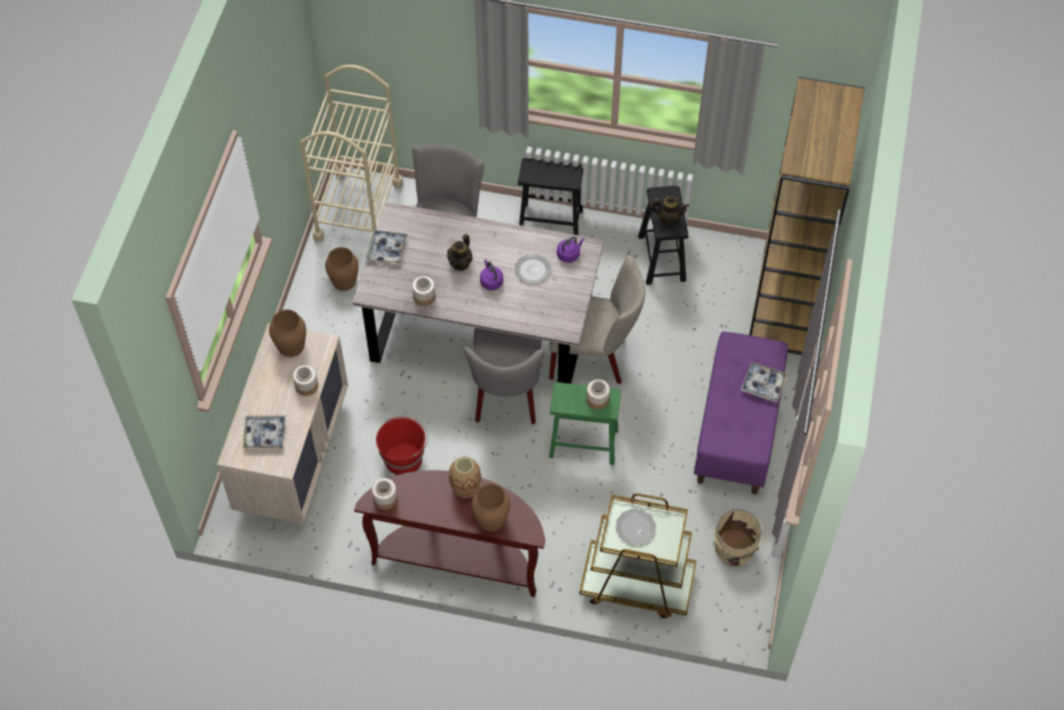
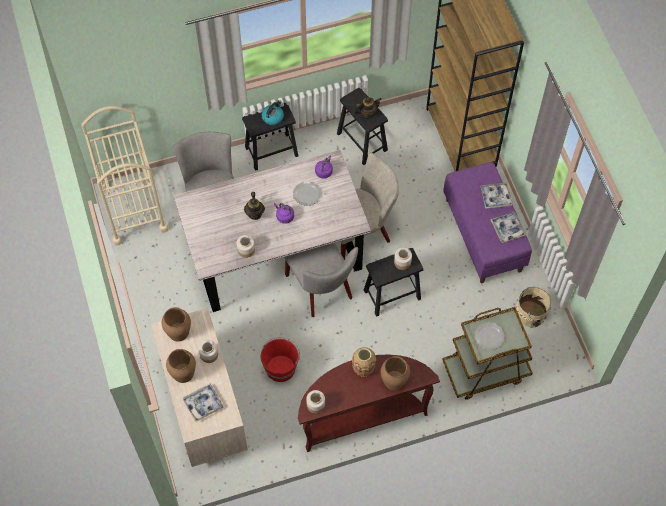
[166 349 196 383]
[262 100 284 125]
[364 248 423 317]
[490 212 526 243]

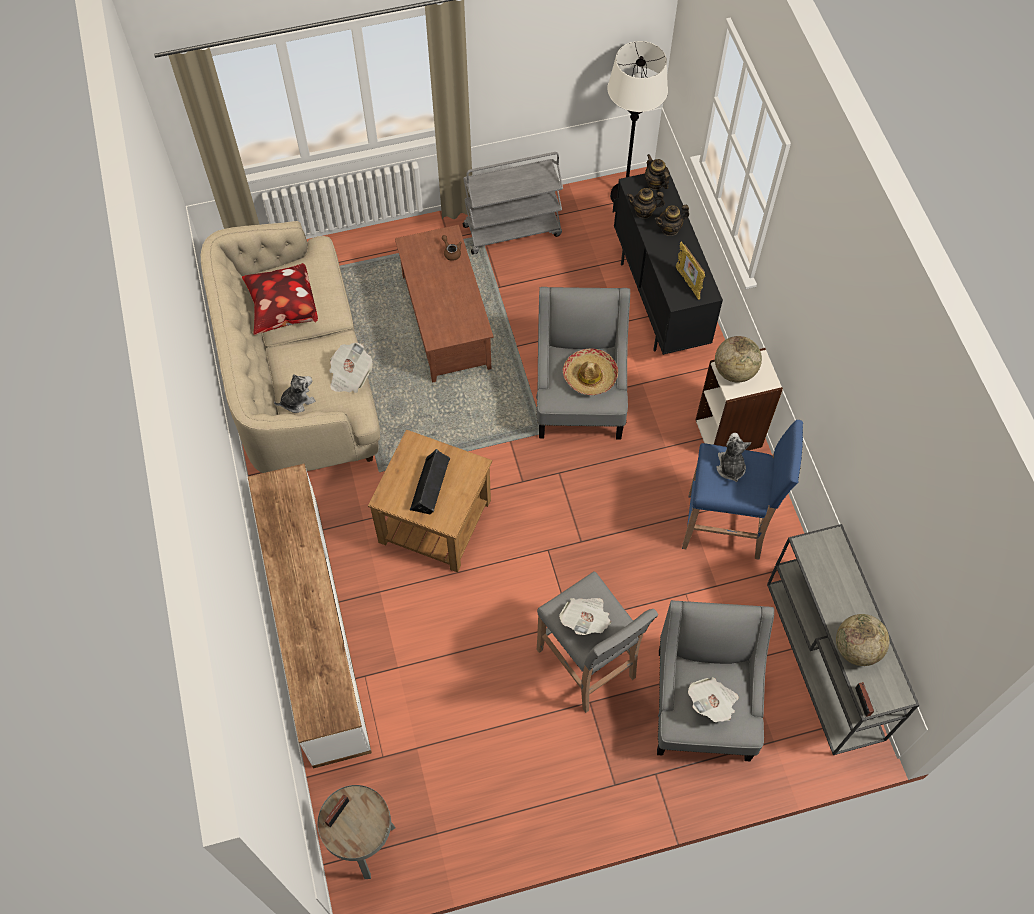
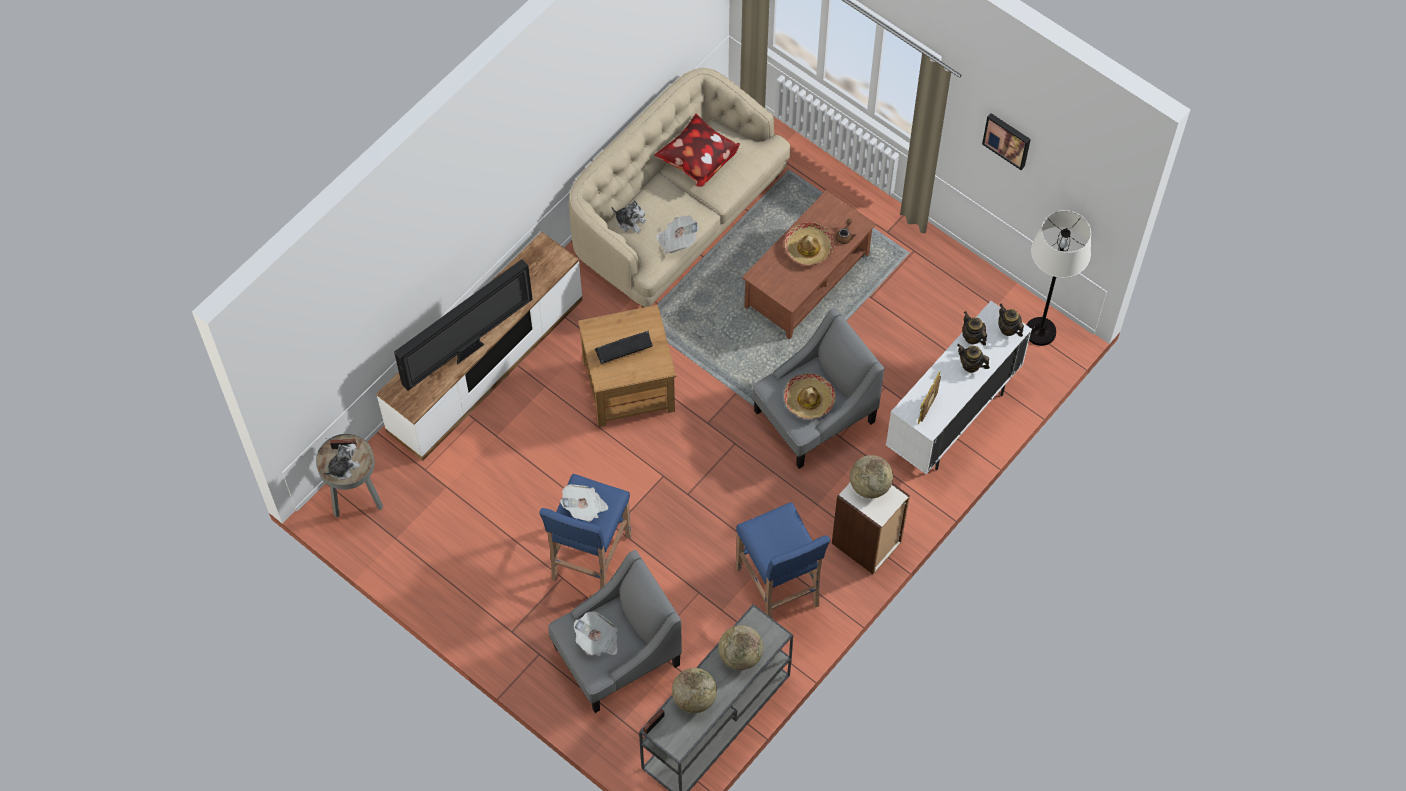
[324 444 361 479]
[394 259 533 391]
[539 474 631 589]
[719 625 763 670]
[785 222 835 265]
[886 301 1032 474]
[982 113 1031 170]
[998 303 1024 337]
[463 152 563 254] (first image)

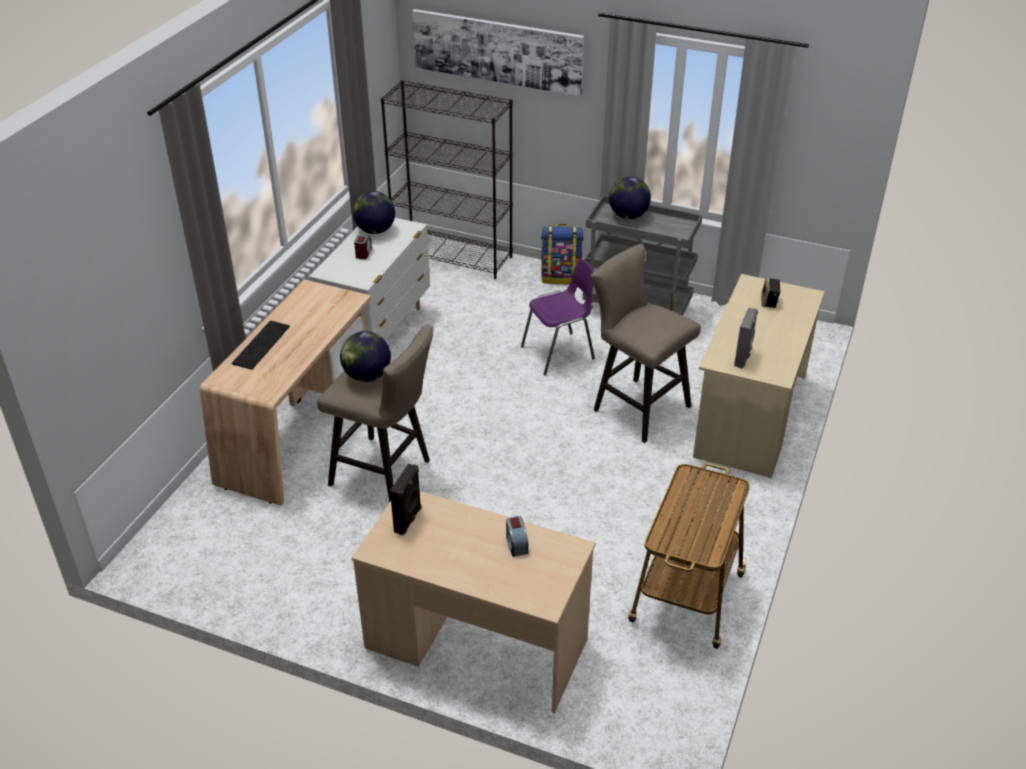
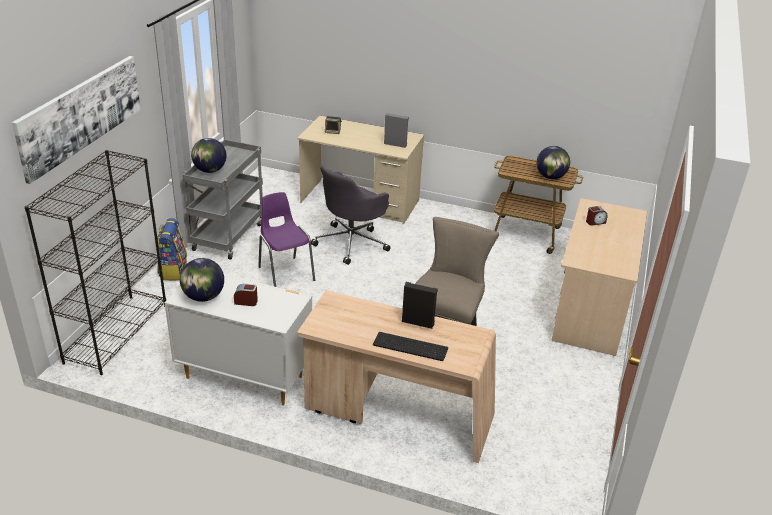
[311 166 391 265]
[402 282 438 329]
[536 146 570 179]

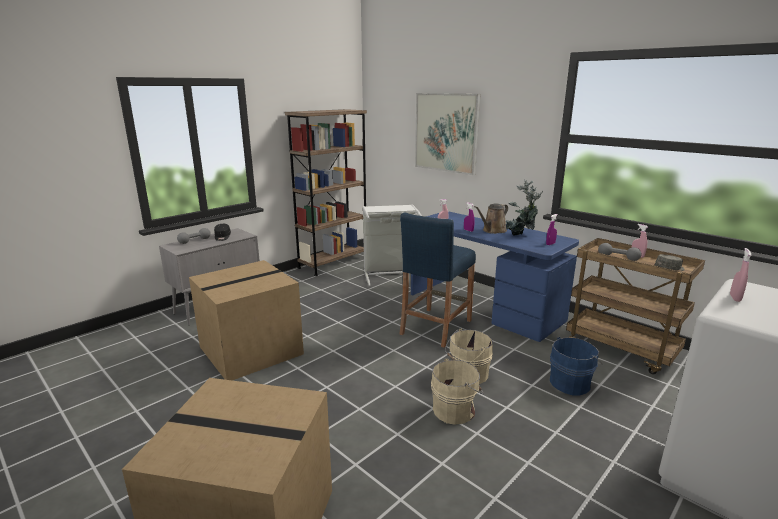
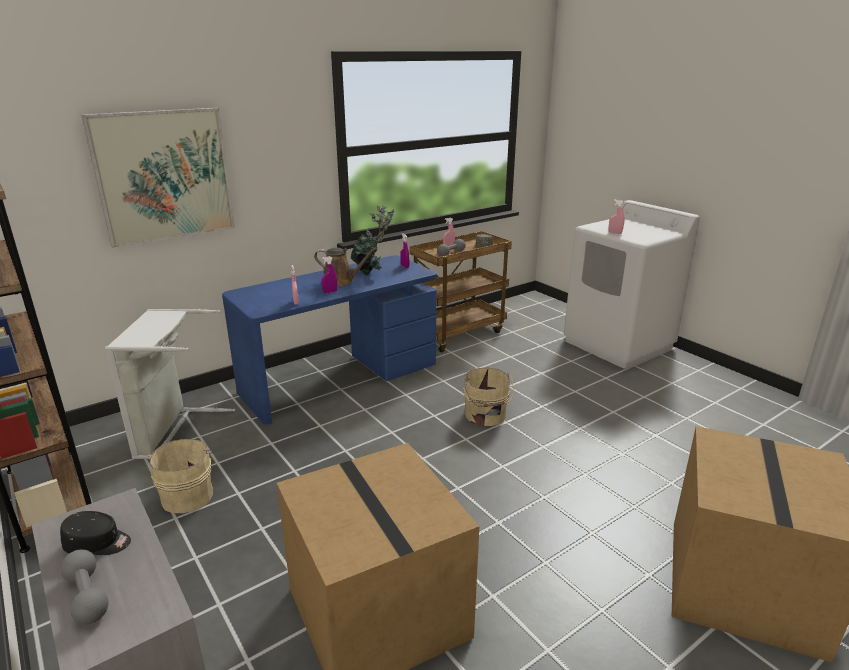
[148 439 213 513]
[314 247 378 286]
[399 213 476 348] (first image)
[550 337 603 395] (first image)

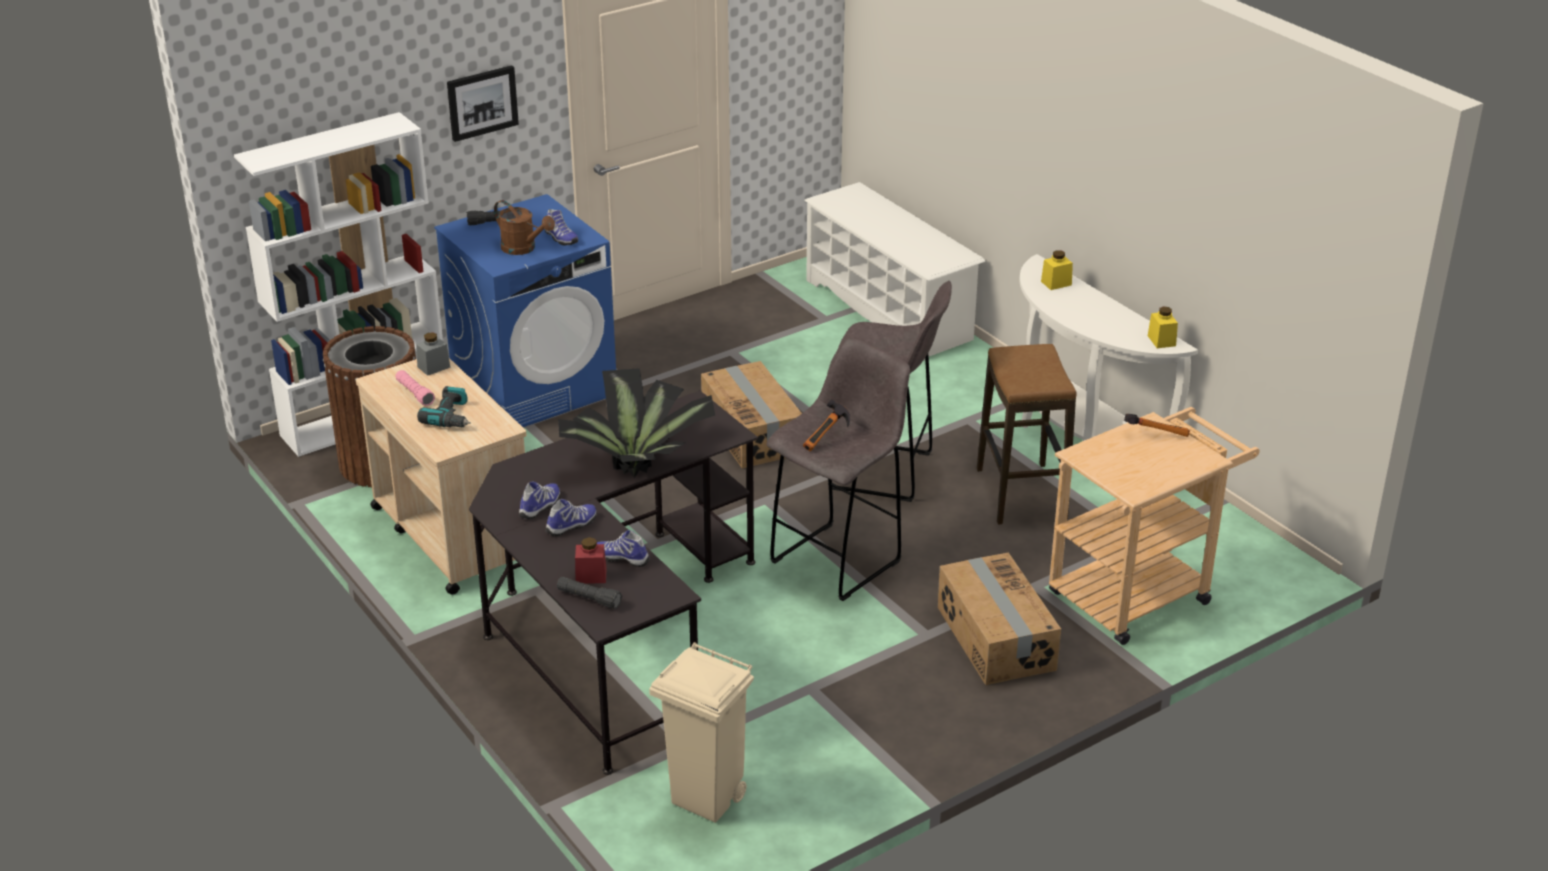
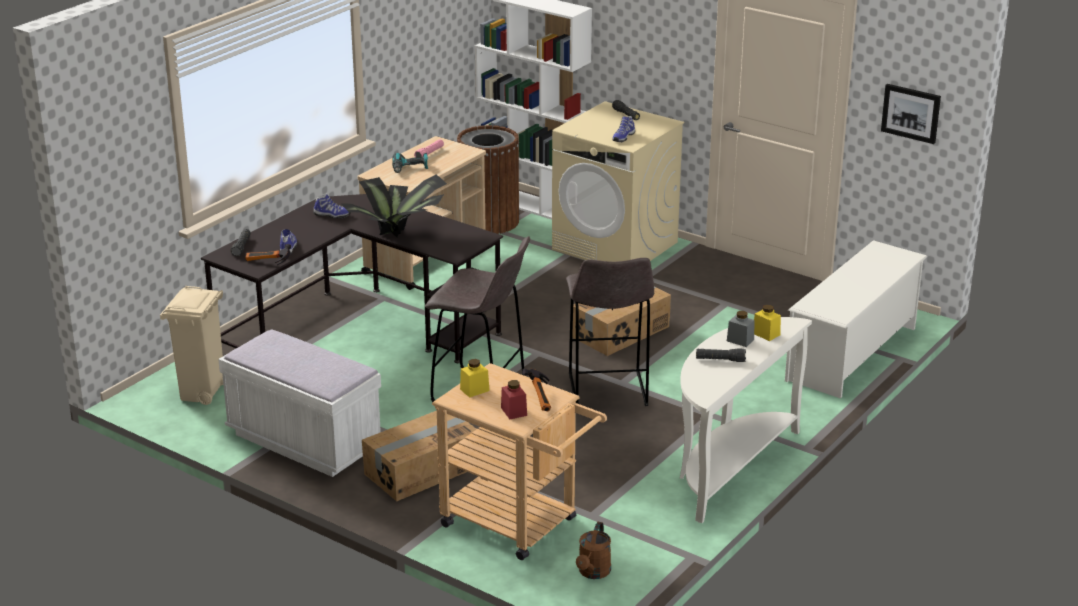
[218 330 381 477]
[245 244 291 265]
[460 359 490 398]
[501 380 527 419]
[552 101 684 262]
[576 522 611 579]
[696 348 746 362]
[727 311 754 347]
[881 84 941 144]
[545 499 597 536] (first image)
[977 344 1077 524] (first image)

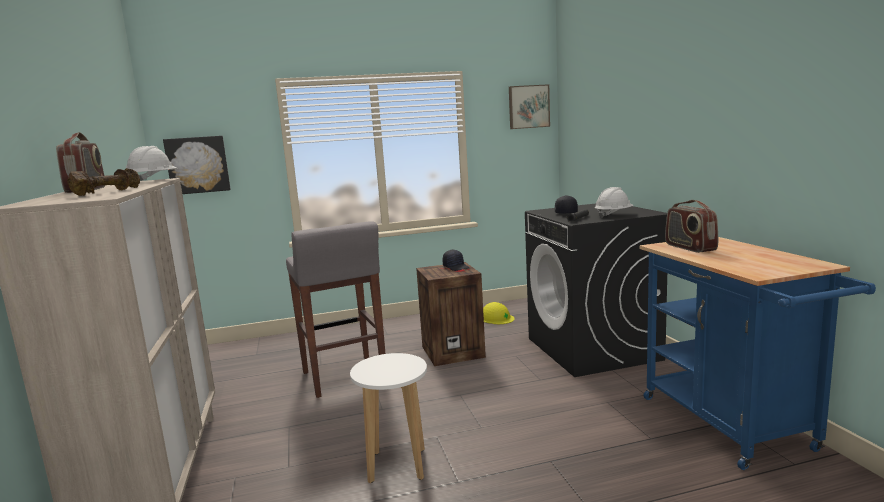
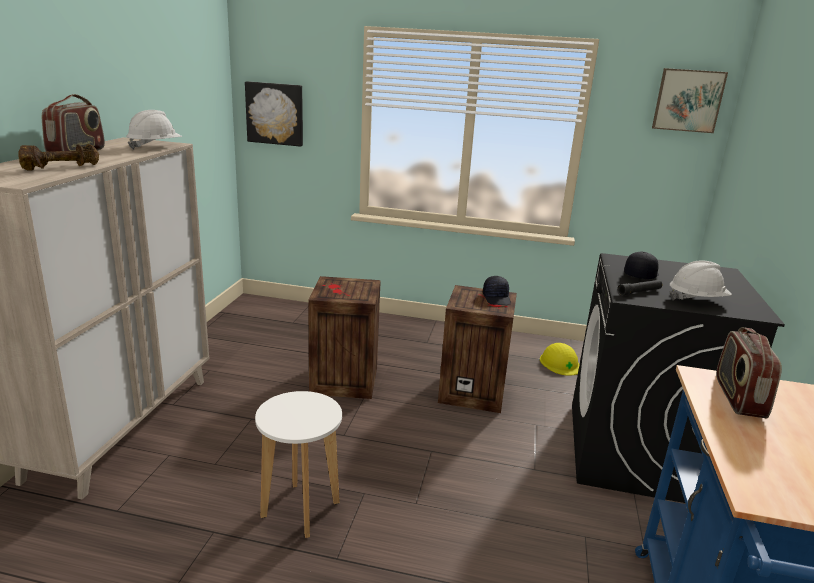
[308 276 381 399]

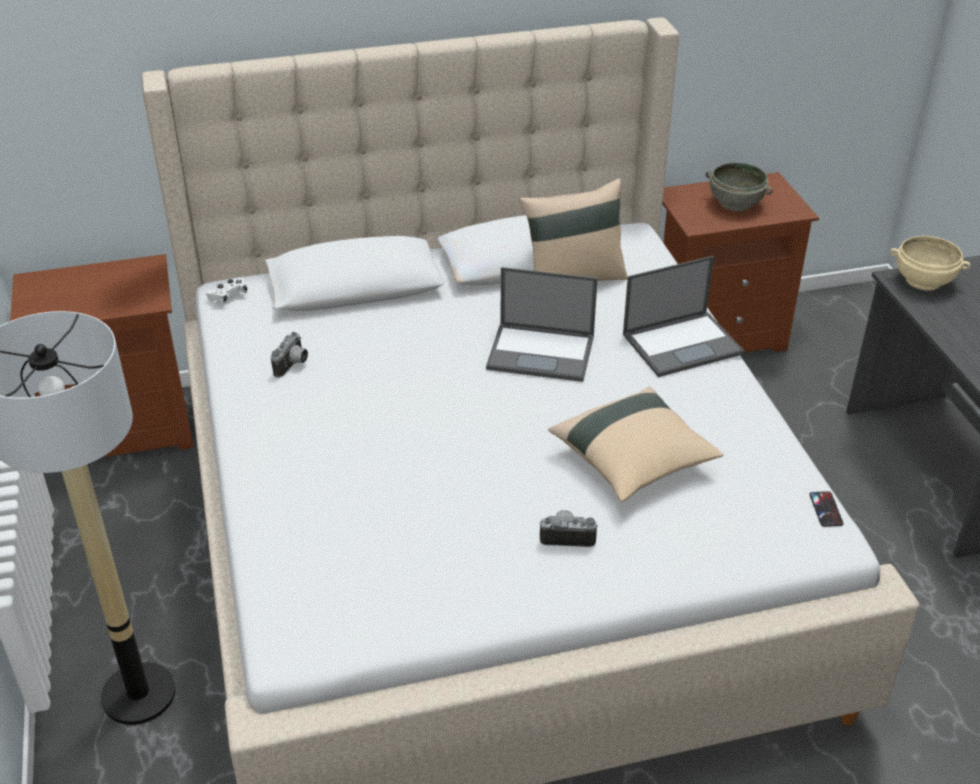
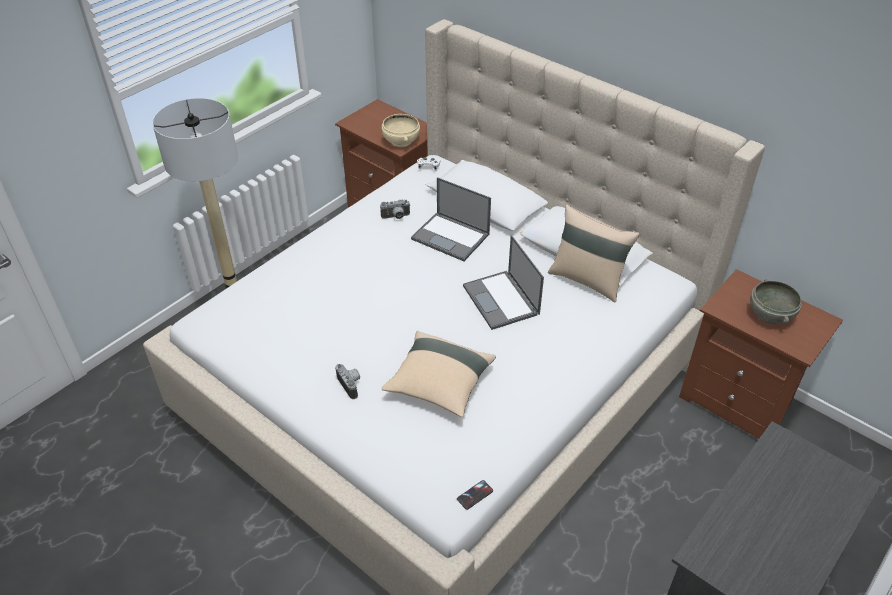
[382 114 420 147]
[411 177 491 261]

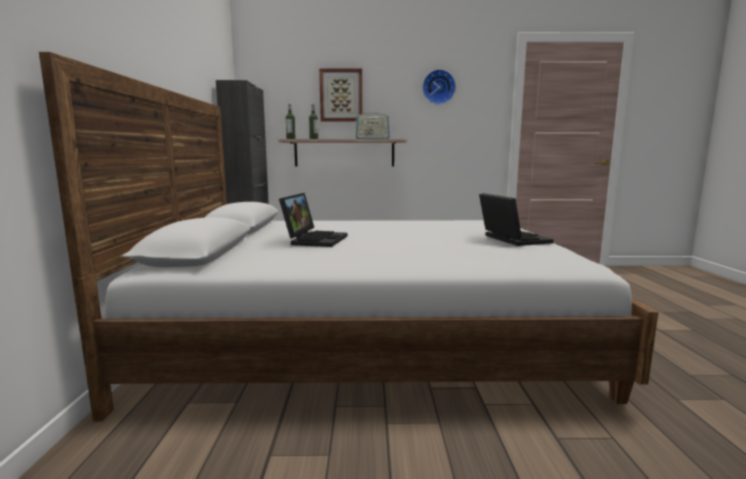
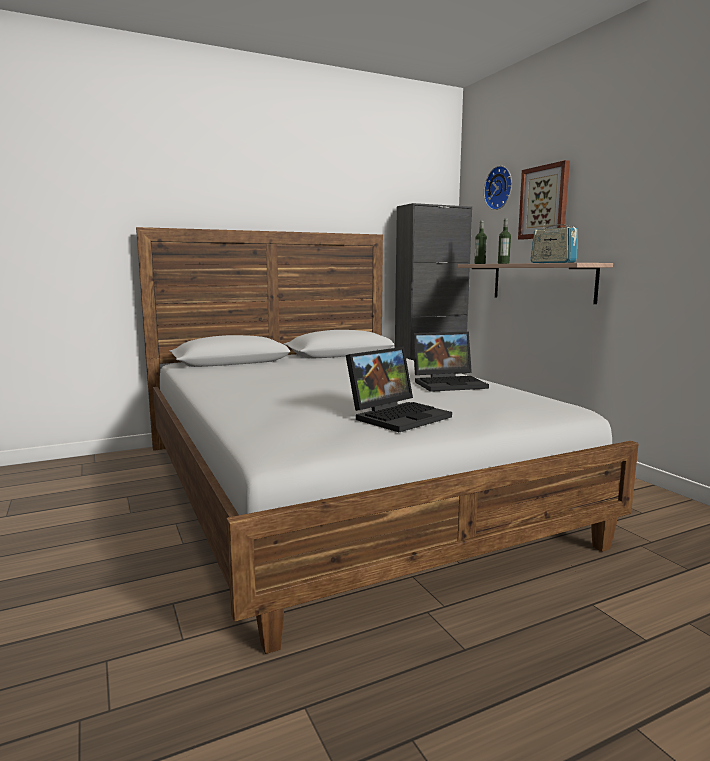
[412 332 489 392]
[484 166 512 210]

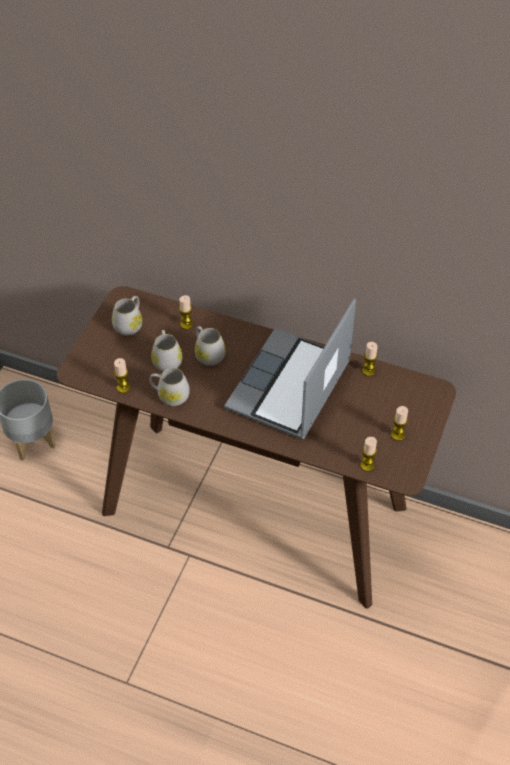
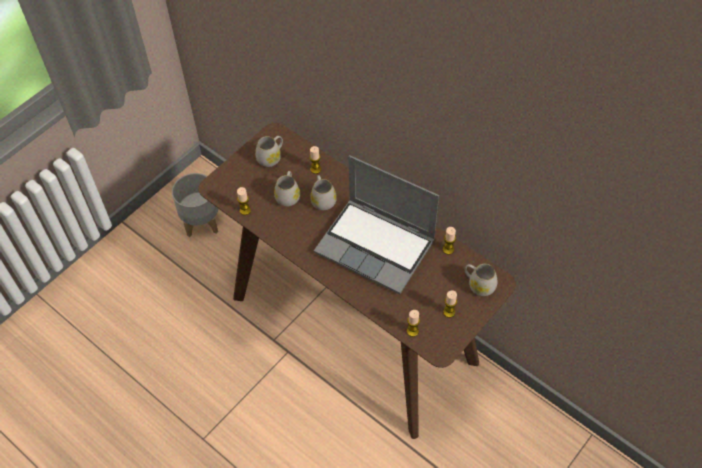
[314 155 439 295]
[465 264 498 296]

